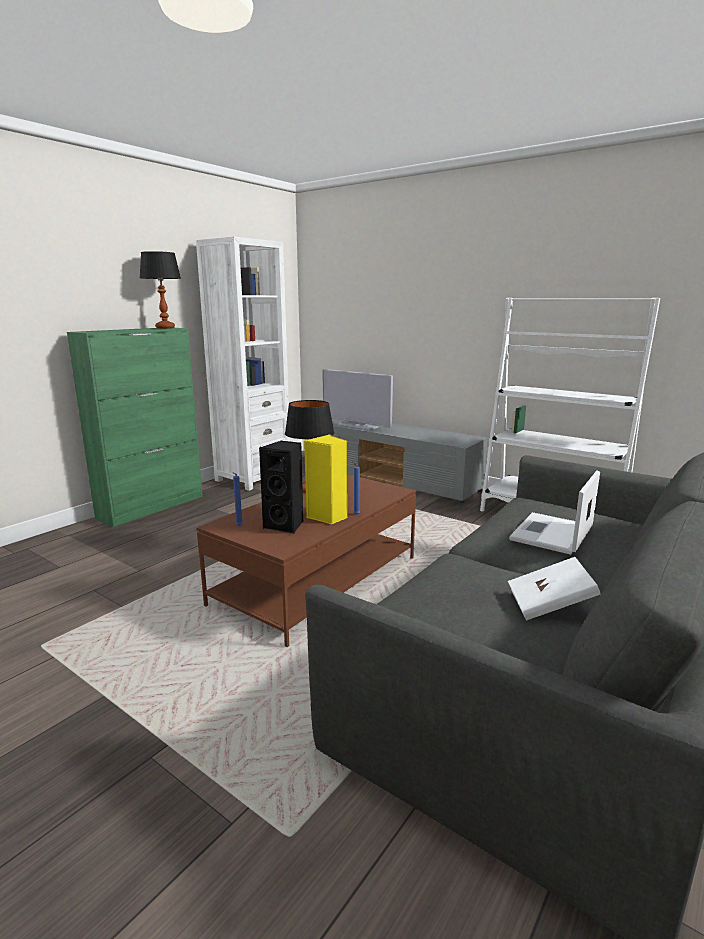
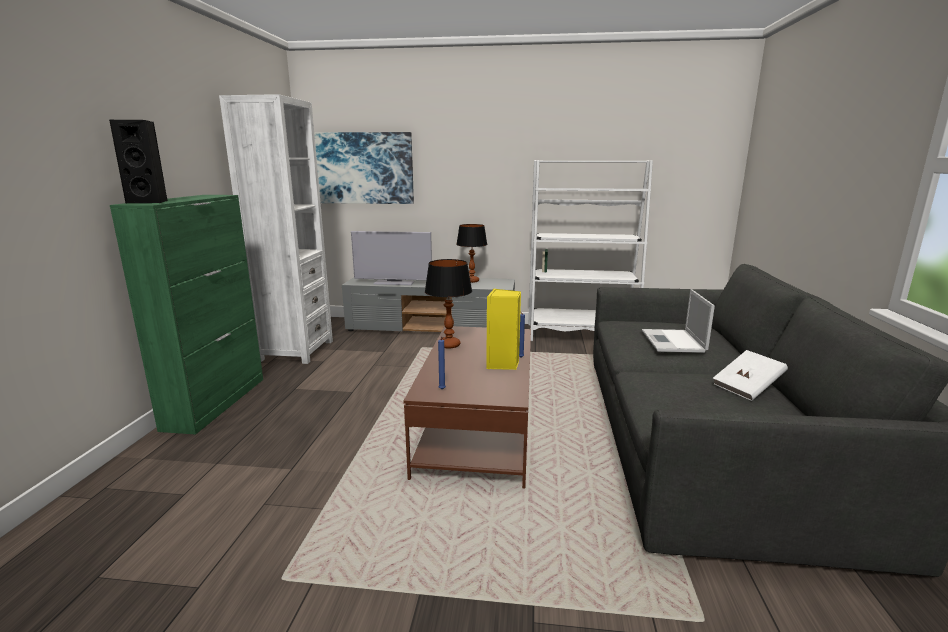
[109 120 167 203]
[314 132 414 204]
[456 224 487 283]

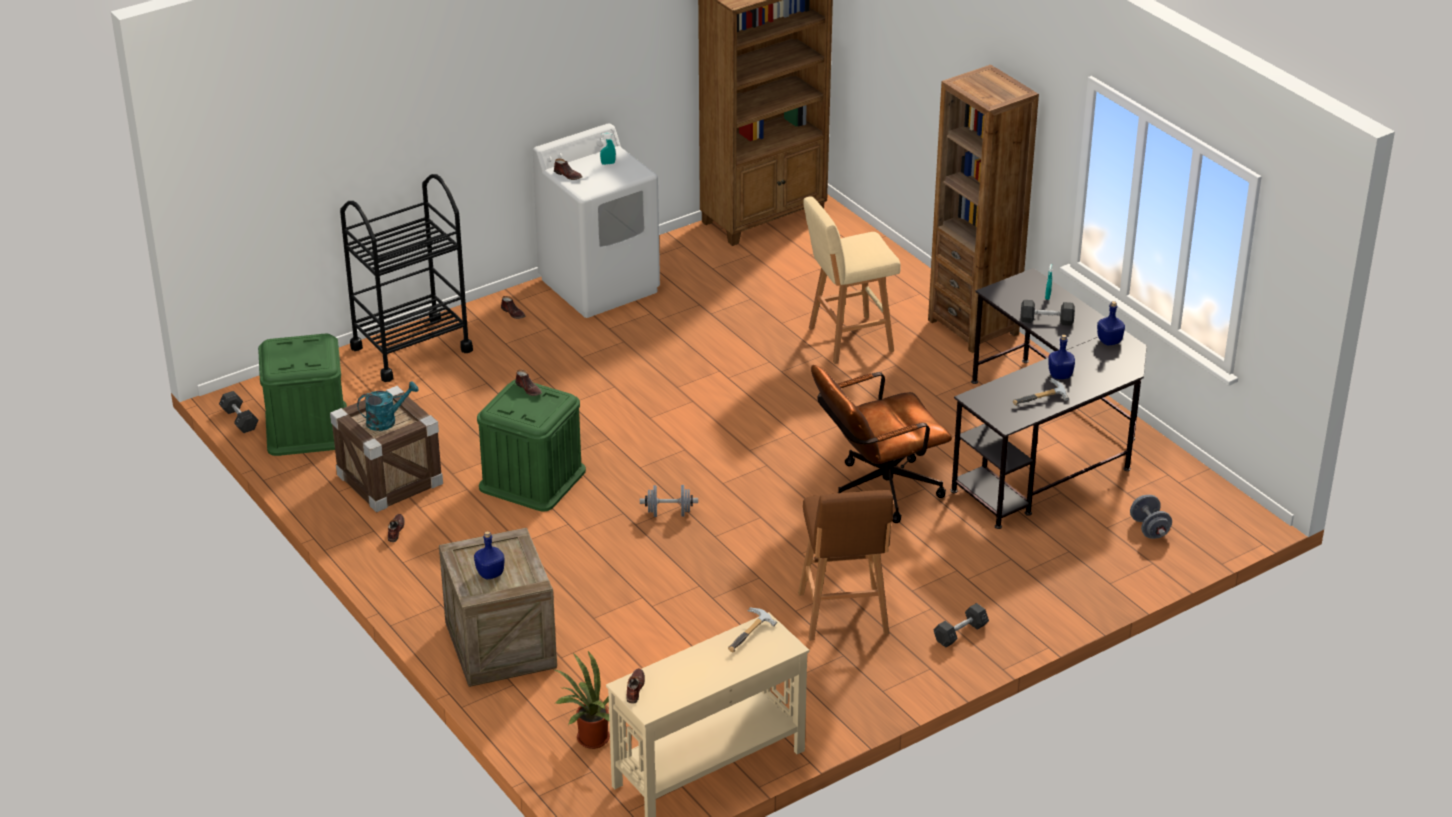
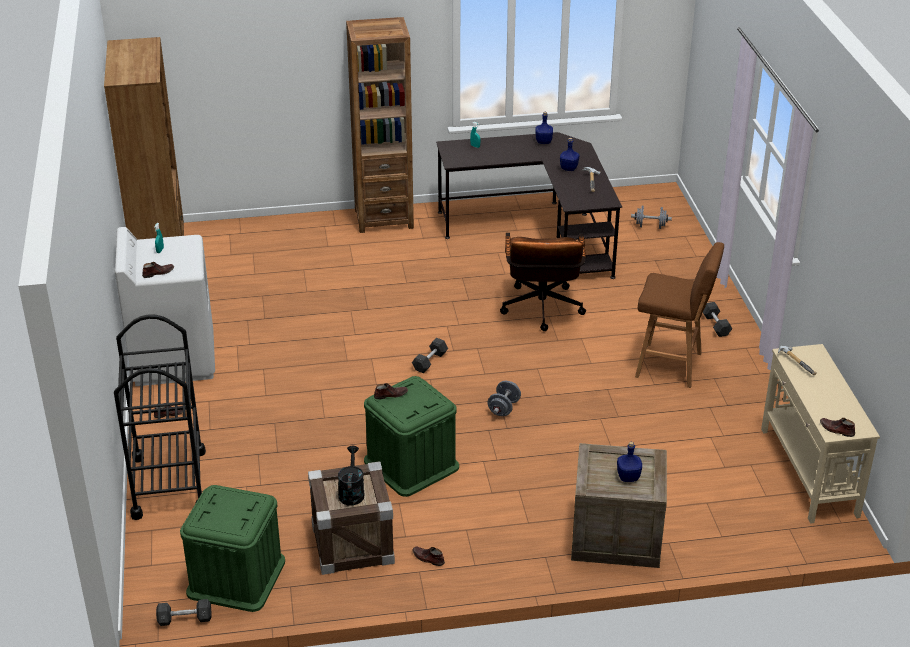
[338 446 365 506]
[412 338 448 373]
[554 650 610 749] (first image)
[803 196 901 364] (first image)

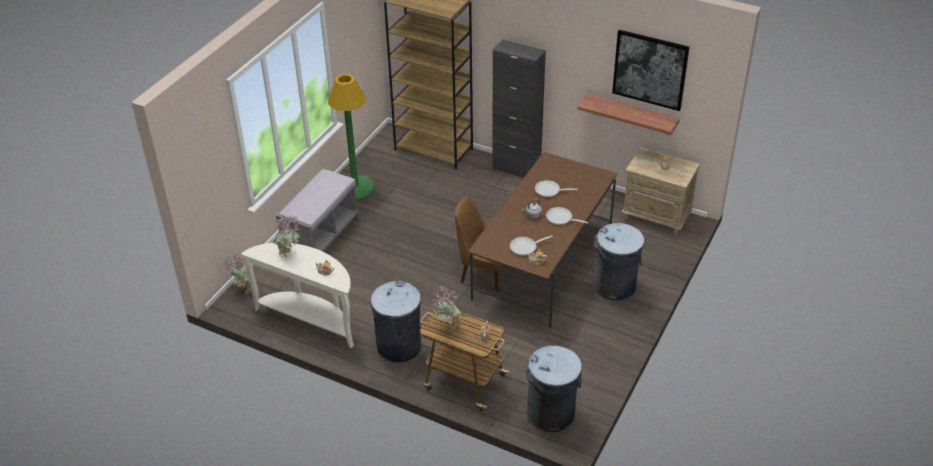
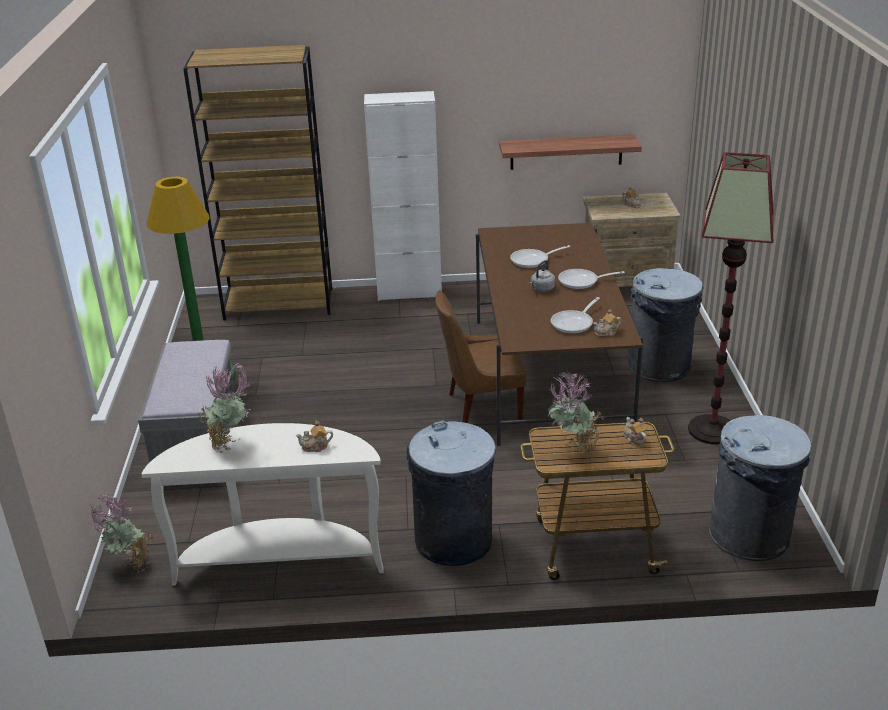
[364 91 442 301]
[688 152 774 445]
[612 30 690 111] (first image)

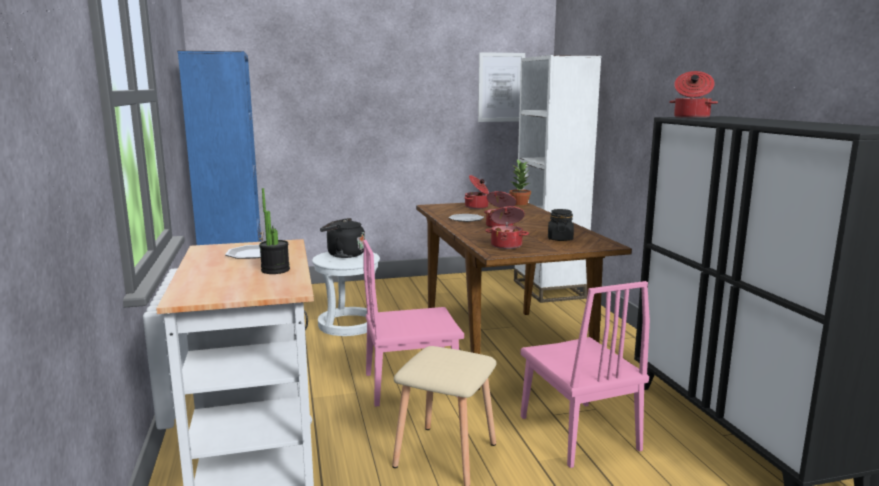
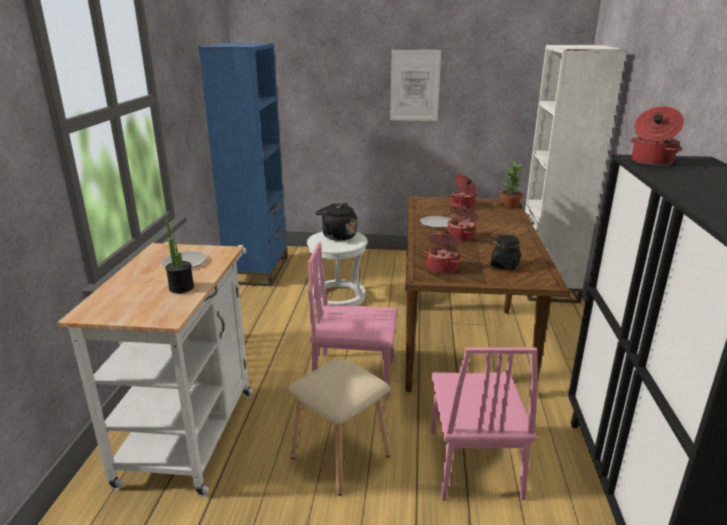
[390 50 441 121]

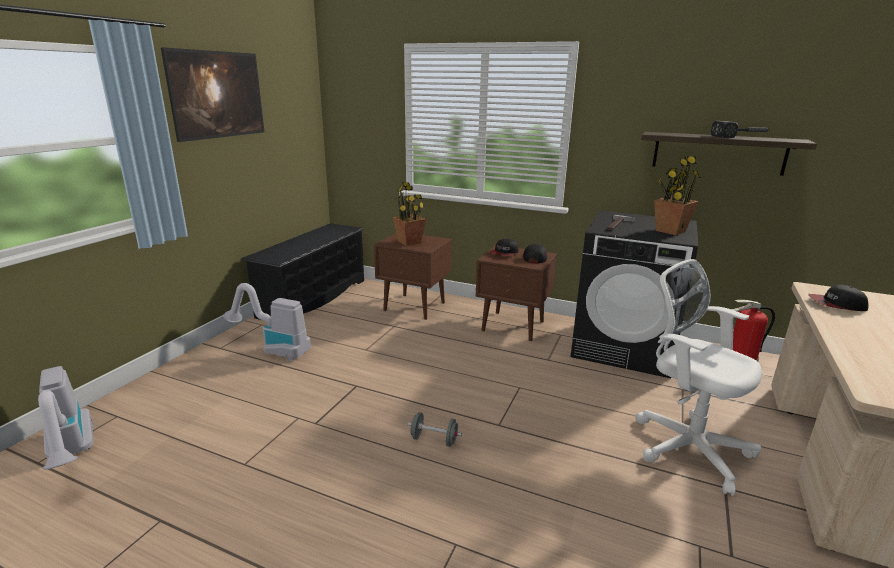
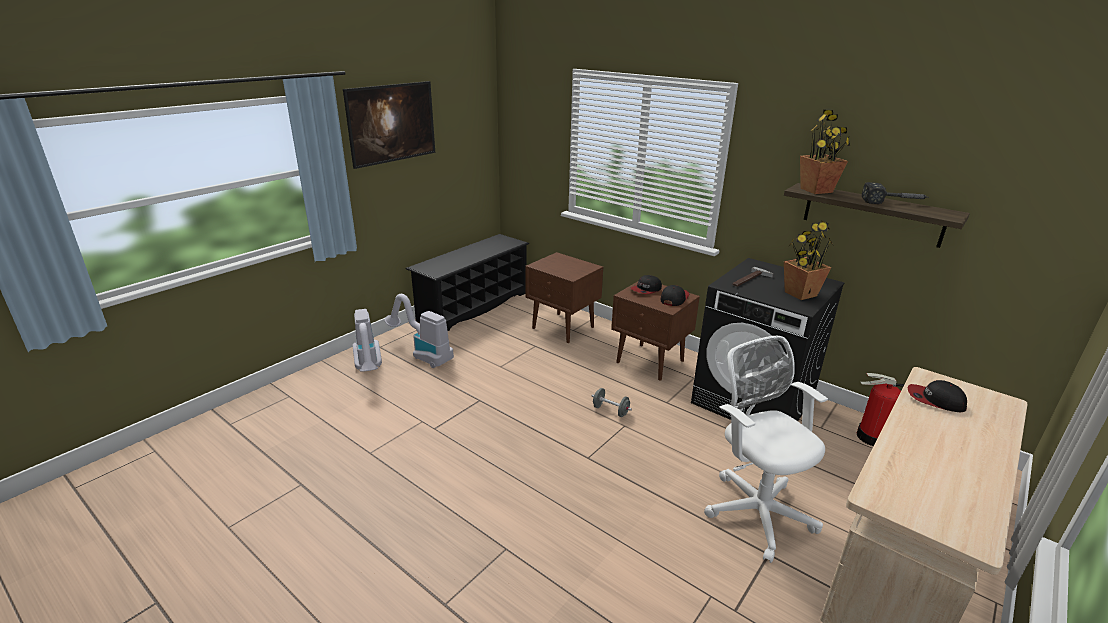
[353 309 382 372]
[592 388 632 417]
[800 110 850 194]

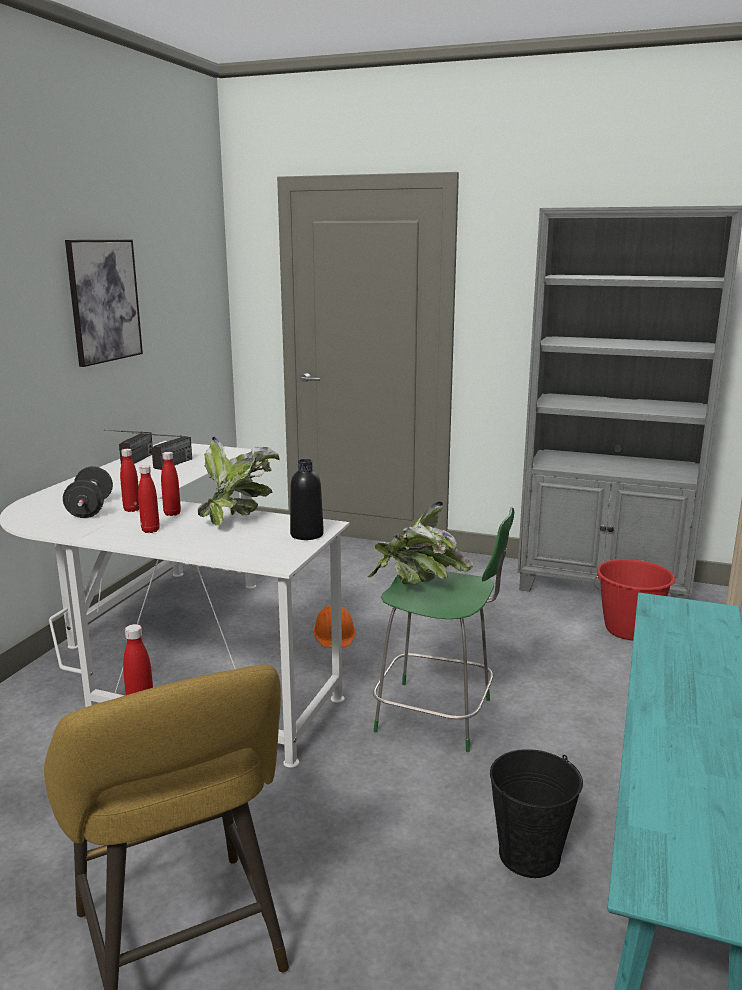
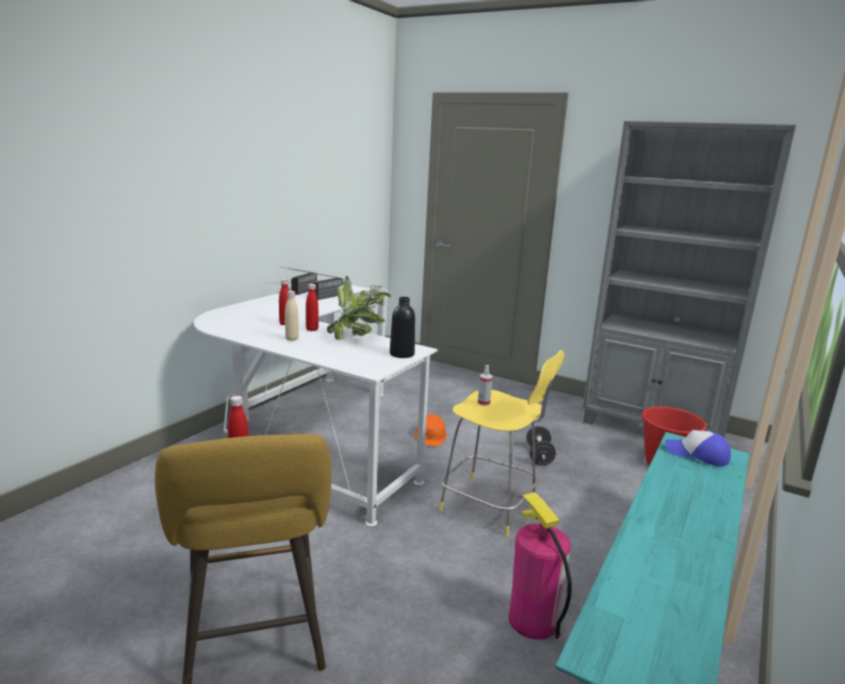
[285 291 299 341]
[439 350 564 536]
[478 365 493 406]
[508 492 572 640]
[526 426 556 465]
[665 430 731 466]
[65 240 143 367] (first image)

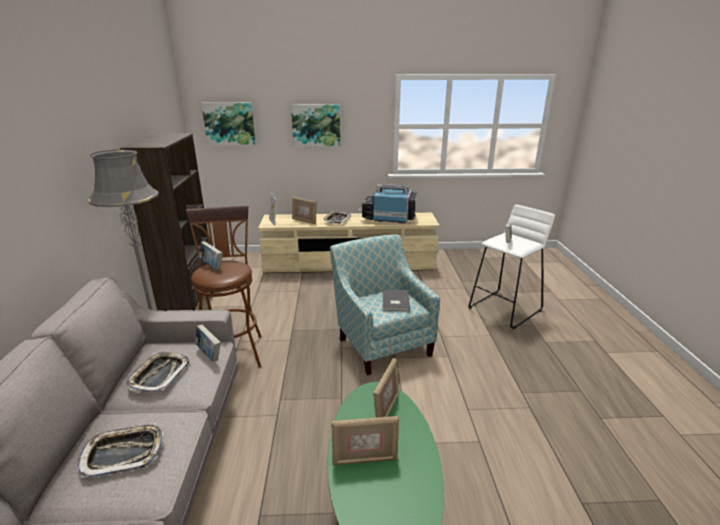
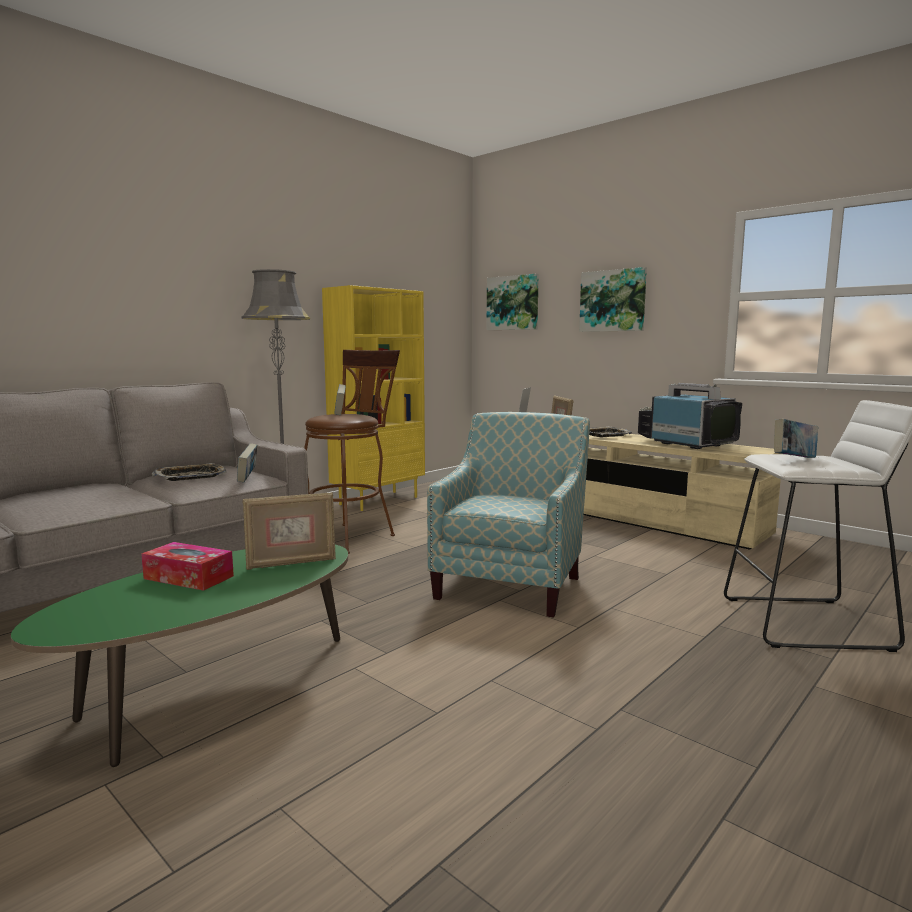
[141 542 234 591]
[322 285 425 511]
[78 423 163 478] (first image)
[383 290 410 311] (first image)

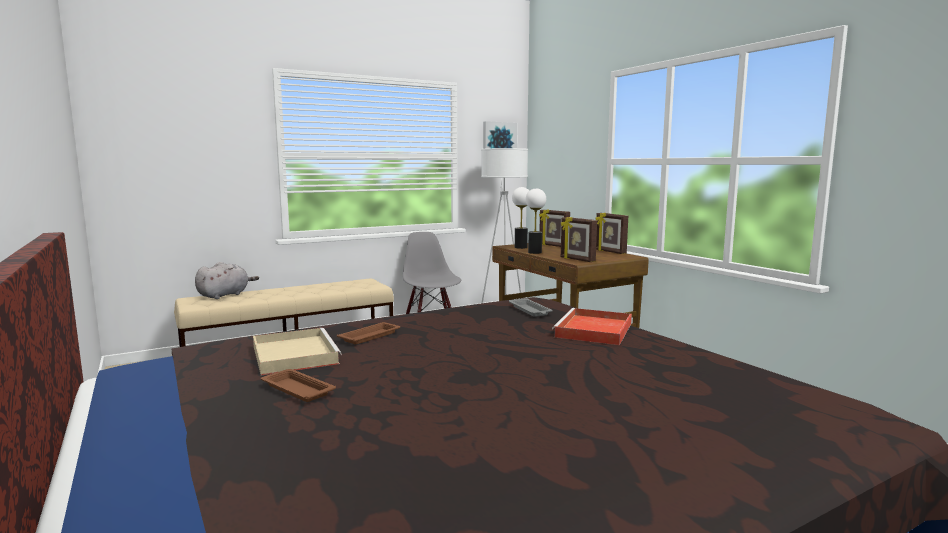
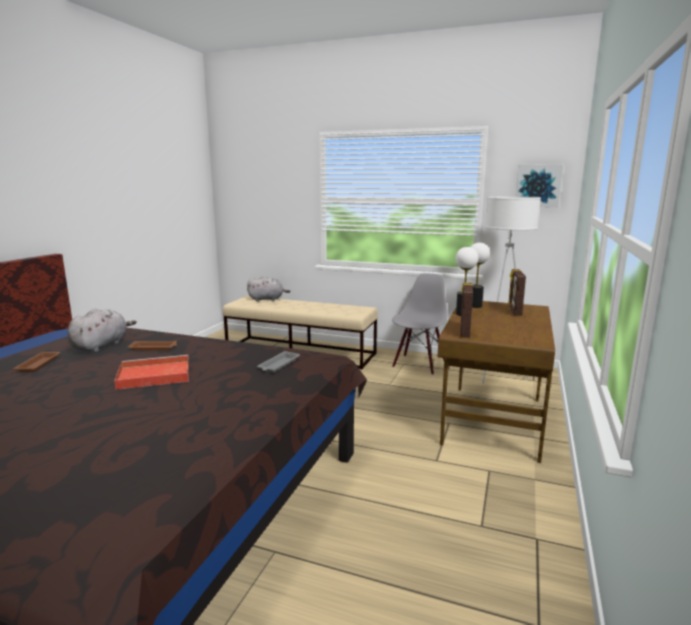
[67 308 137 352]
[114 355 189 390]
[596 213 628 254] (first image)

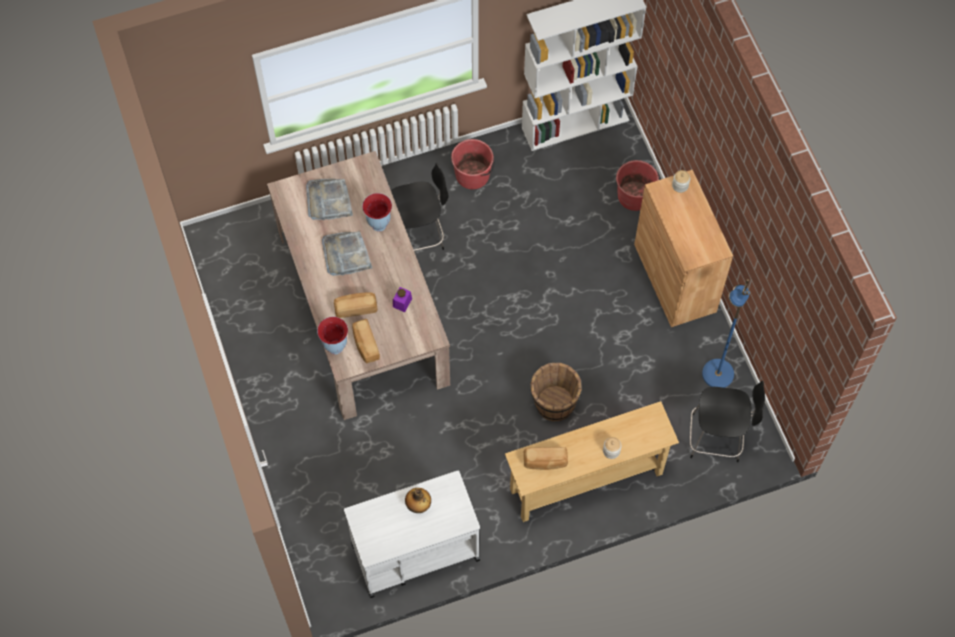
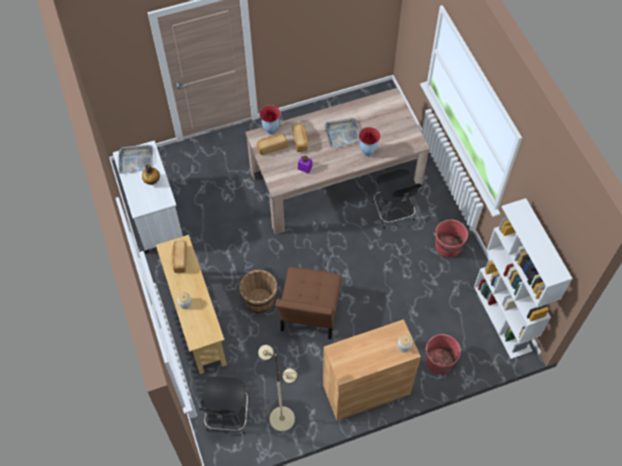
[118 145 153 174]
[258 344 298 431]
[276 267 341 339]

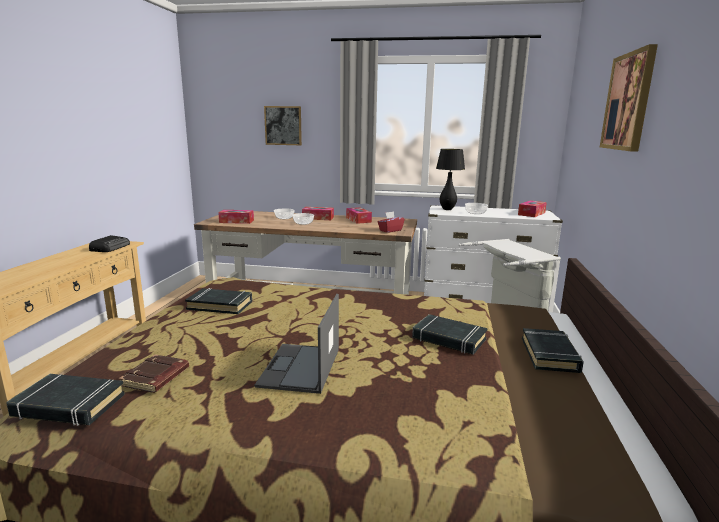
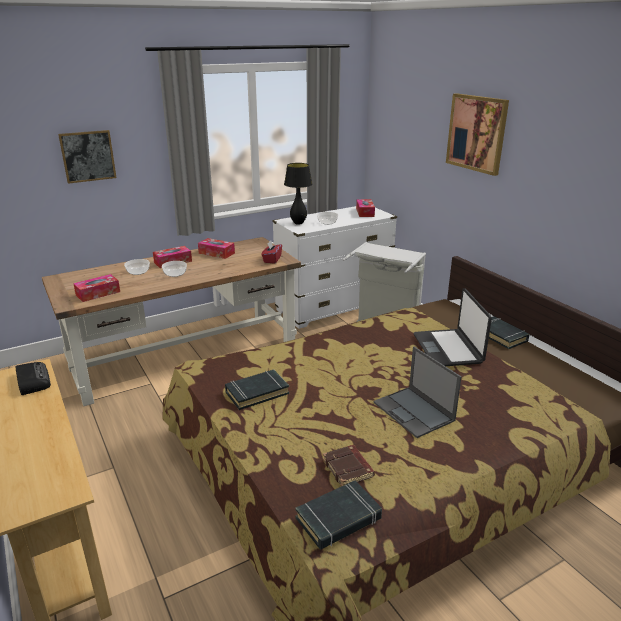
[414 288 492 366]

